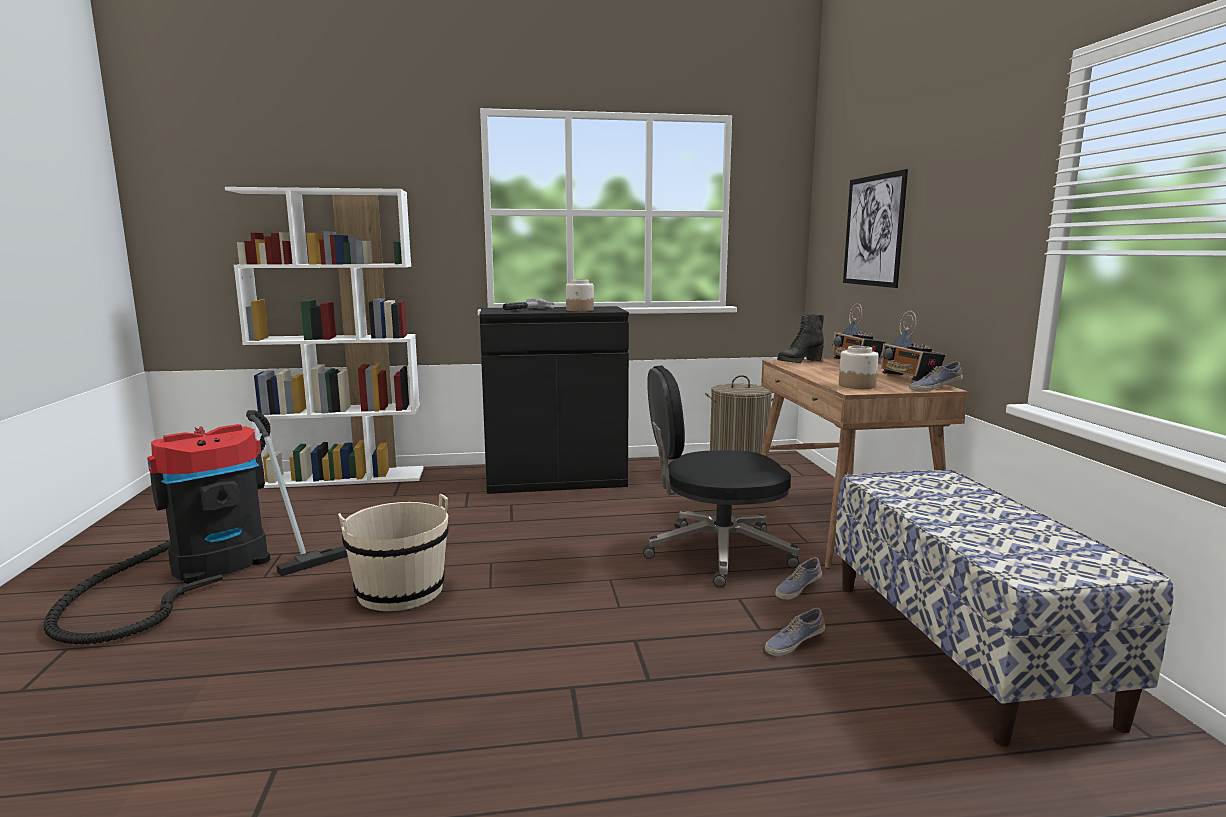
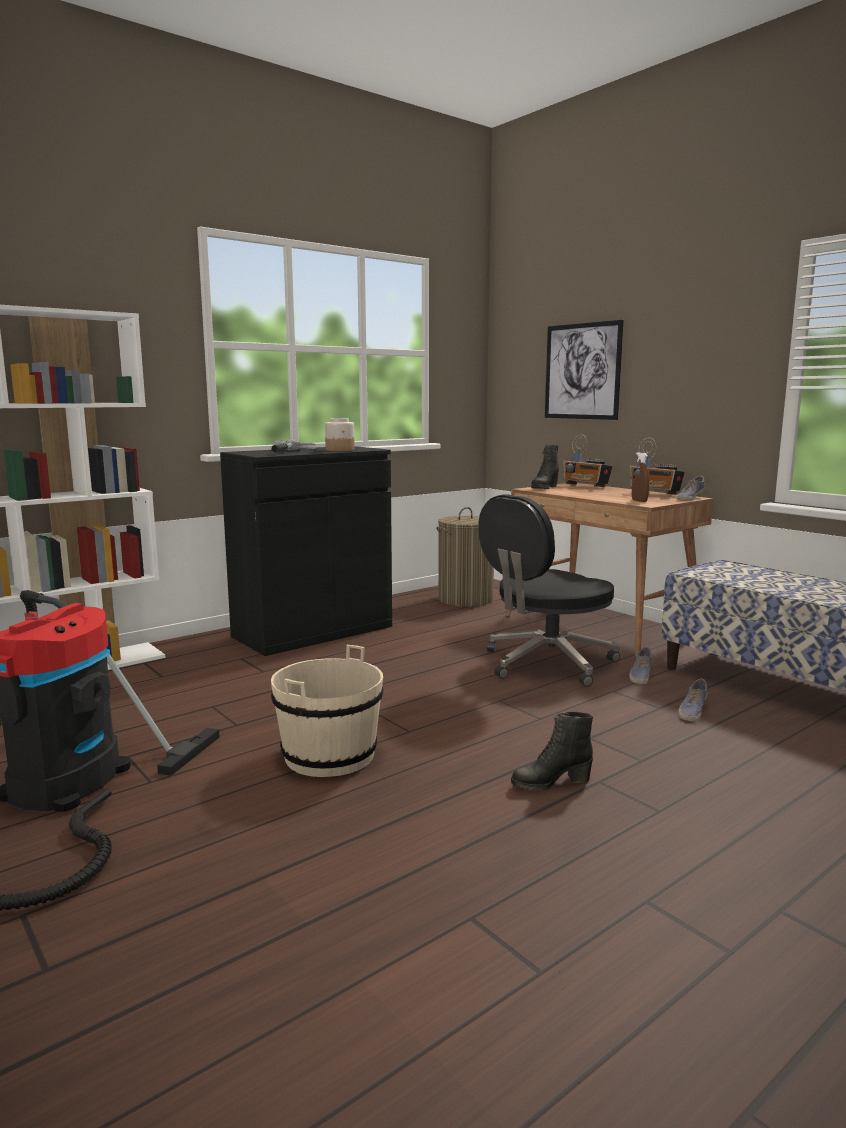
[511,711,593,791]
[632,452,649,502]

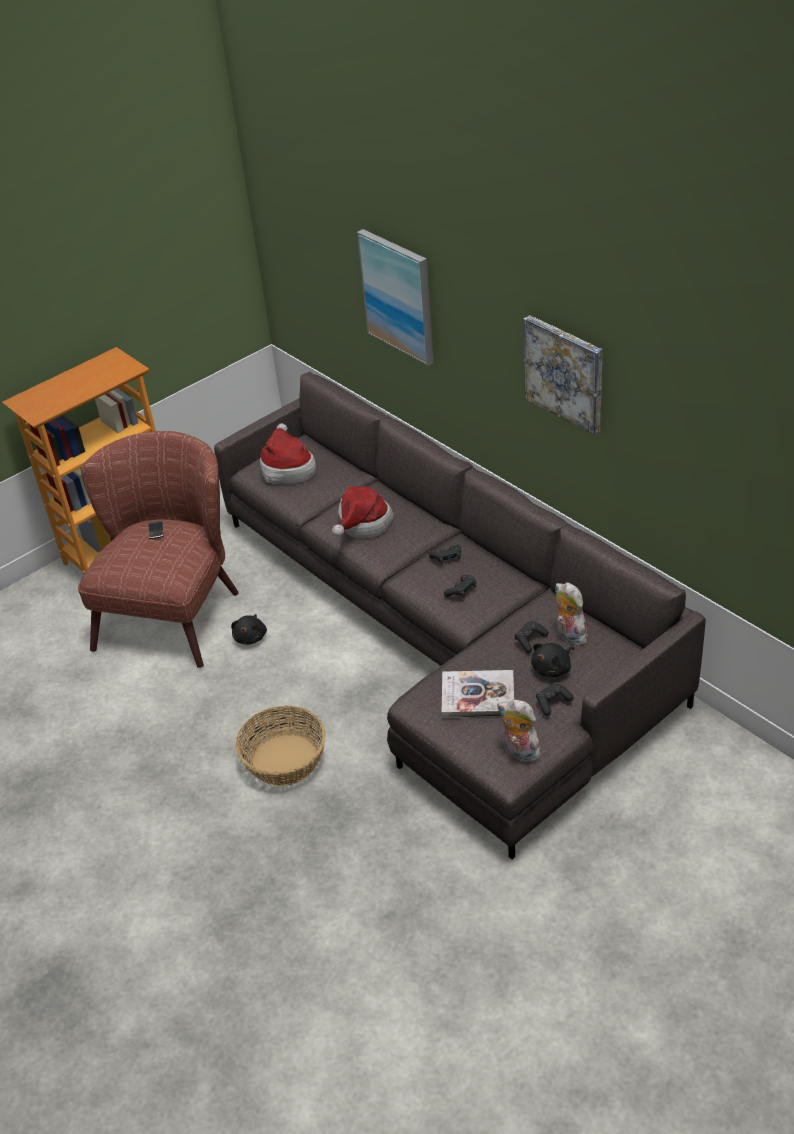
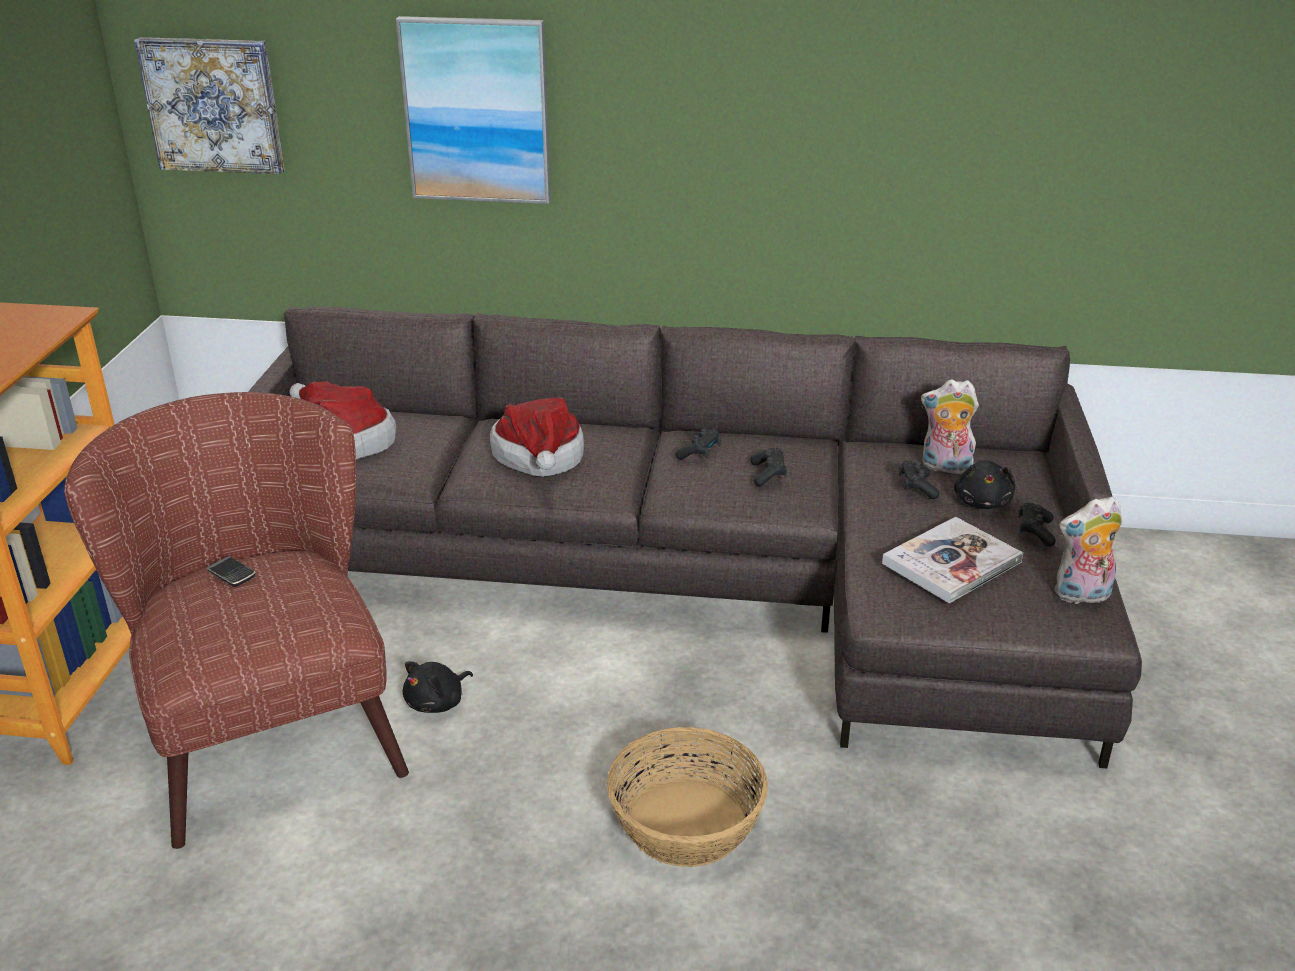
[134,37,285,174]
[403,661,473,713]

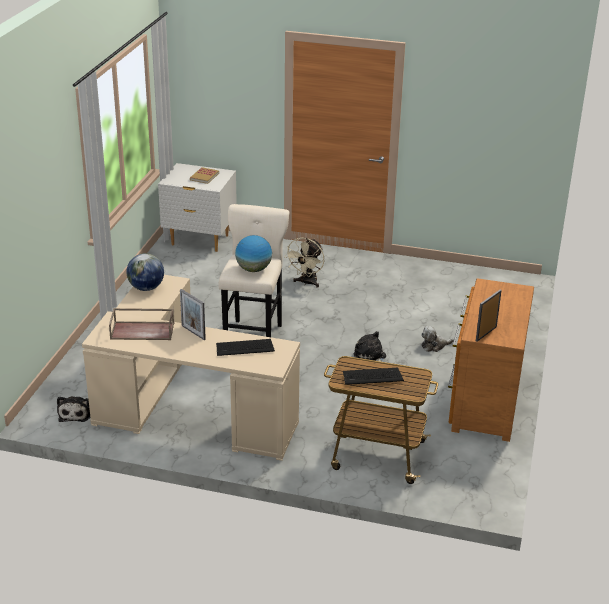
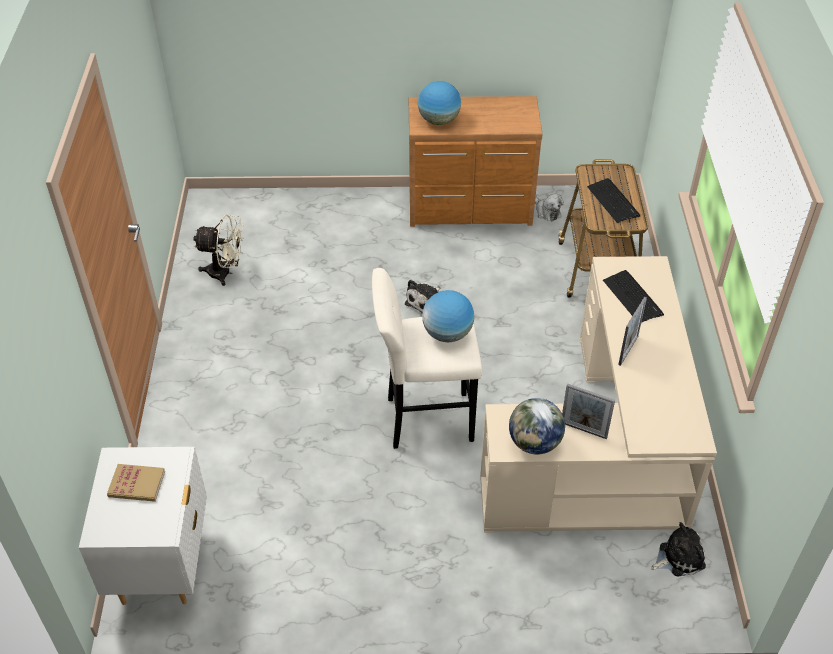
[193,215,244,286]
[418,81,461,125]
[535,194,564,221]
[562,384,615,439]
[109,308,174,340] (first image)

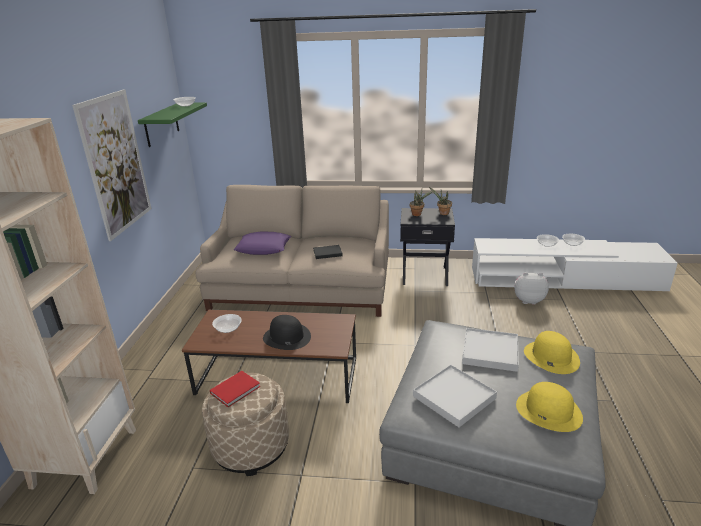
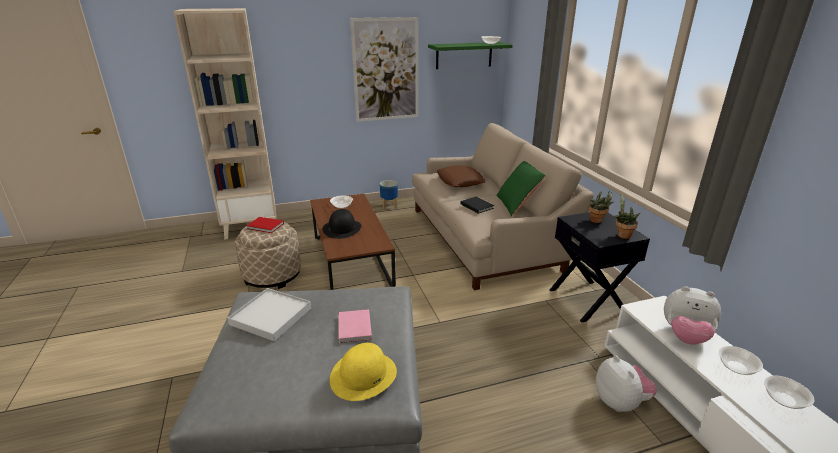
[339,309,372,343]
[380,180,398,209]
[437,165,486,187]
[497,161,546,216]
[664,286,721,345]
[516,382,583,432] (first image)

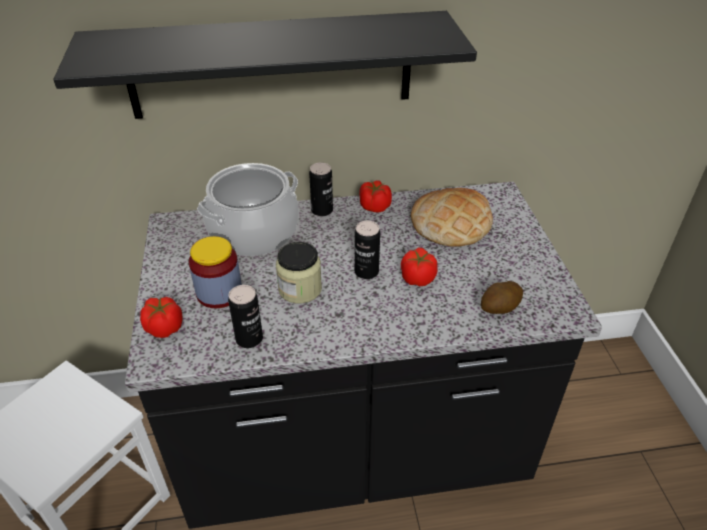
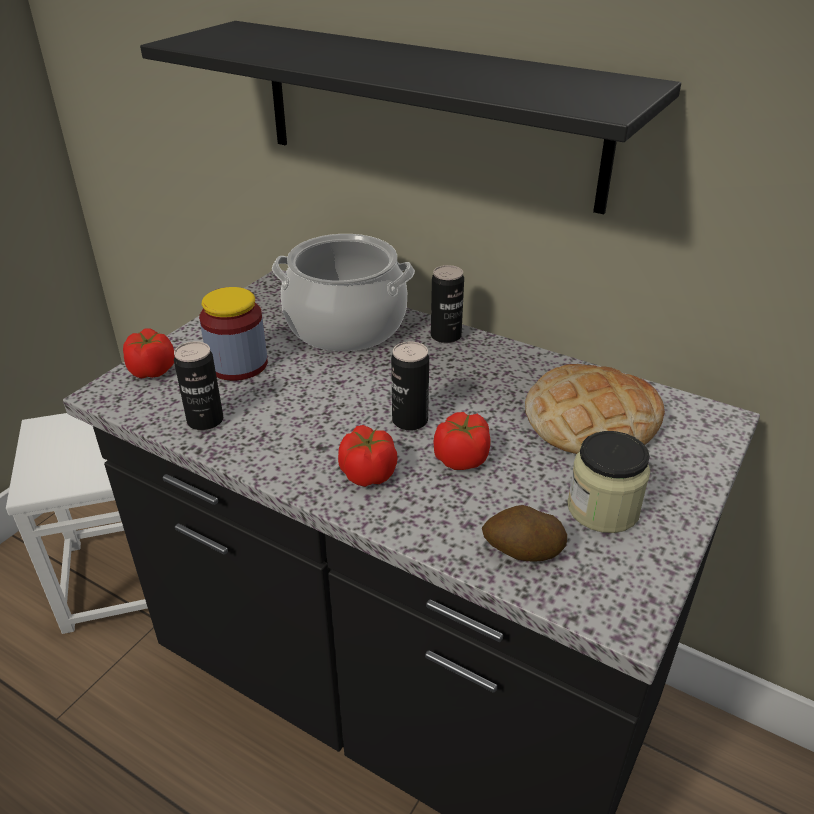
[338,425,397,487]
[567,431,650,533]

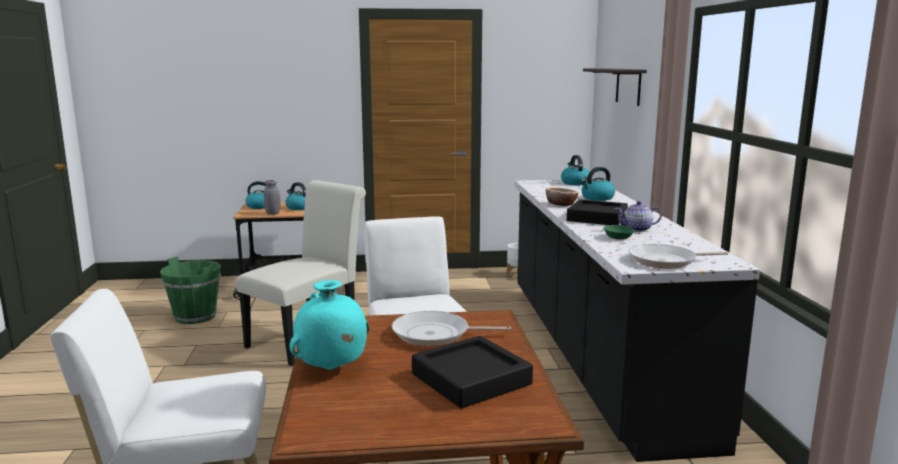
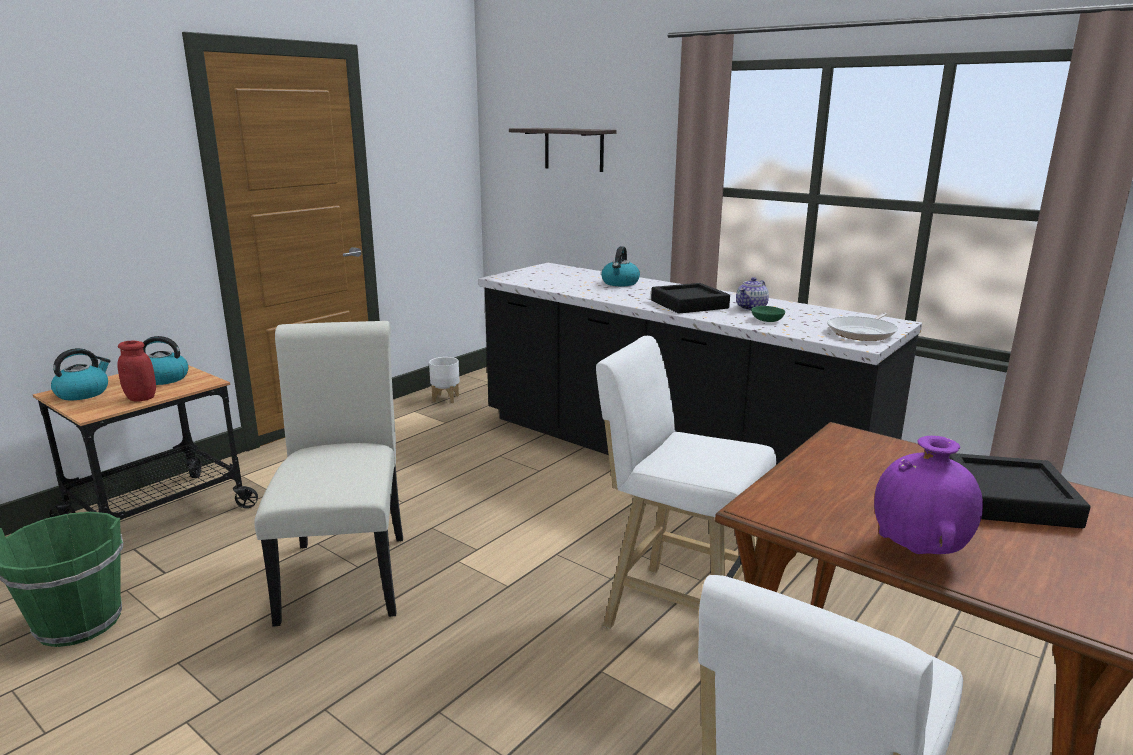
[117,341,156,402]
[874,436,983,554]
[392,311,511,346] (first image)
[546,187,578,206] (first image)
[561,155,589,185] (first image)

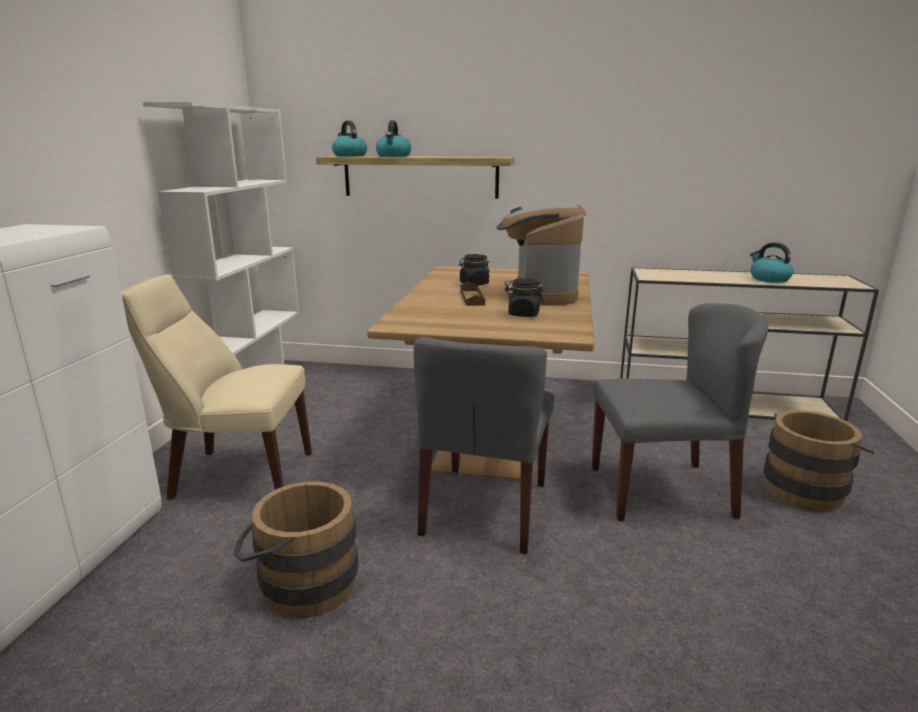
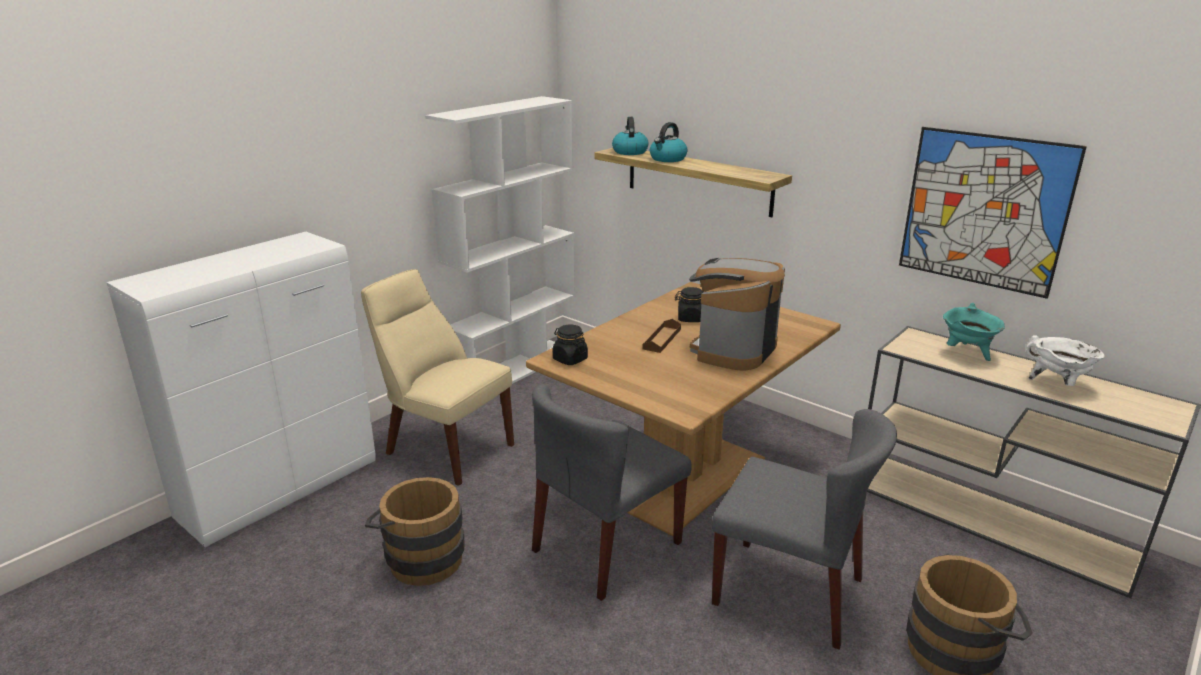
[553,325,588,365]
[899,127,1087,299]
[943,303,1005,361]
[1026,335,1105,386]

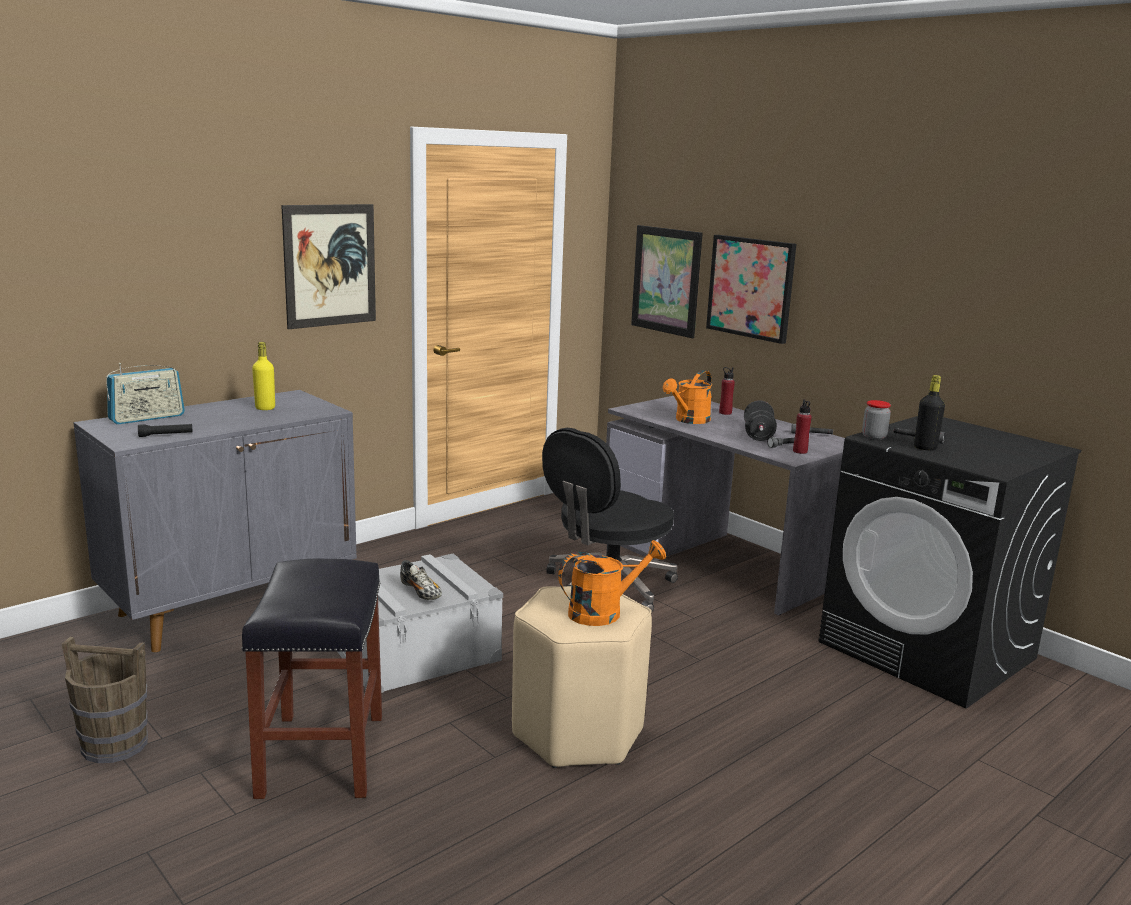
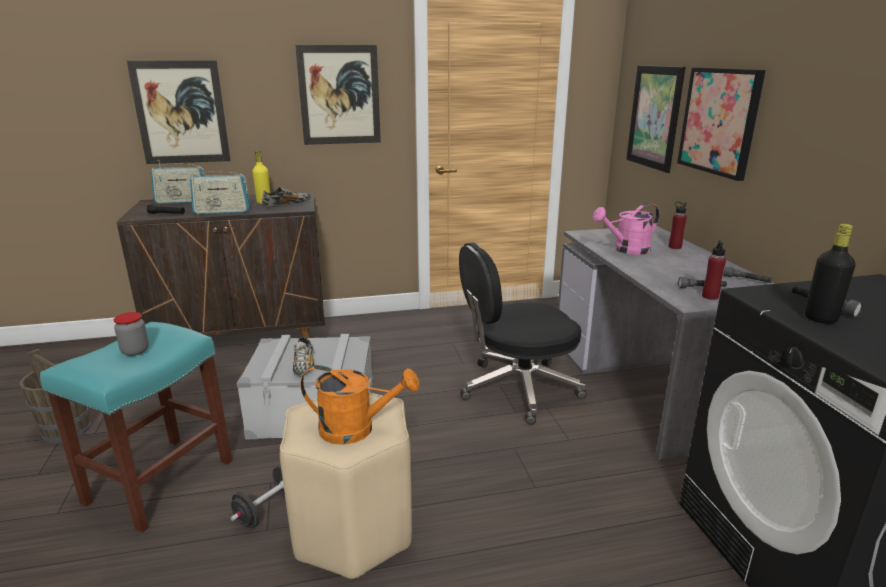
[40,322,232,533]
[114,312,149,356]
[117,192,325,338]
[127,60,231,164]
[190,167,250,215]
[230,466,285,528]
[262,187,311,207]
[593,203,659,255]

